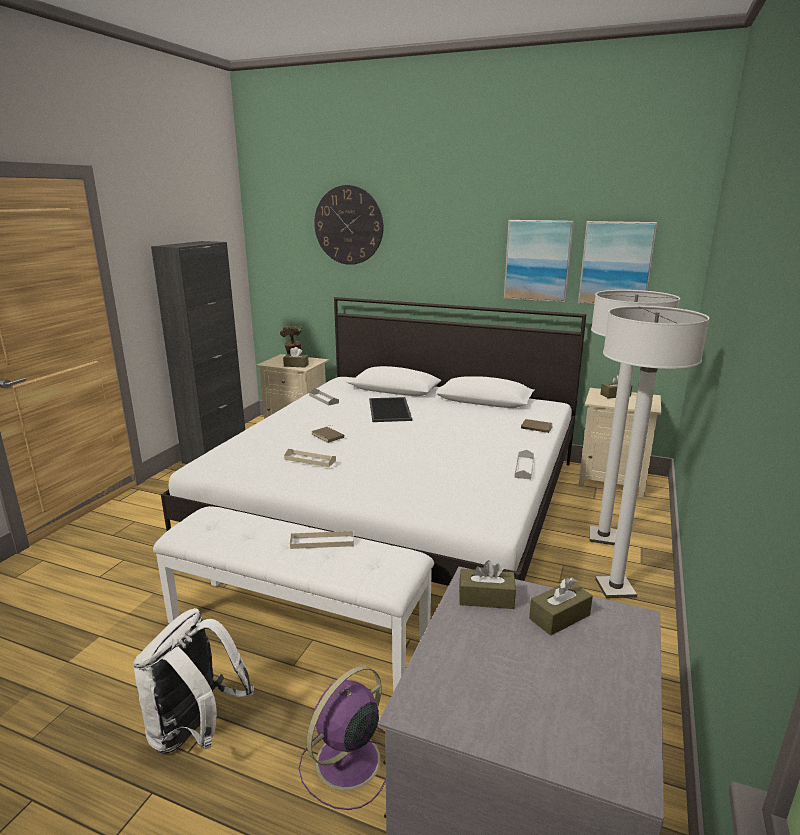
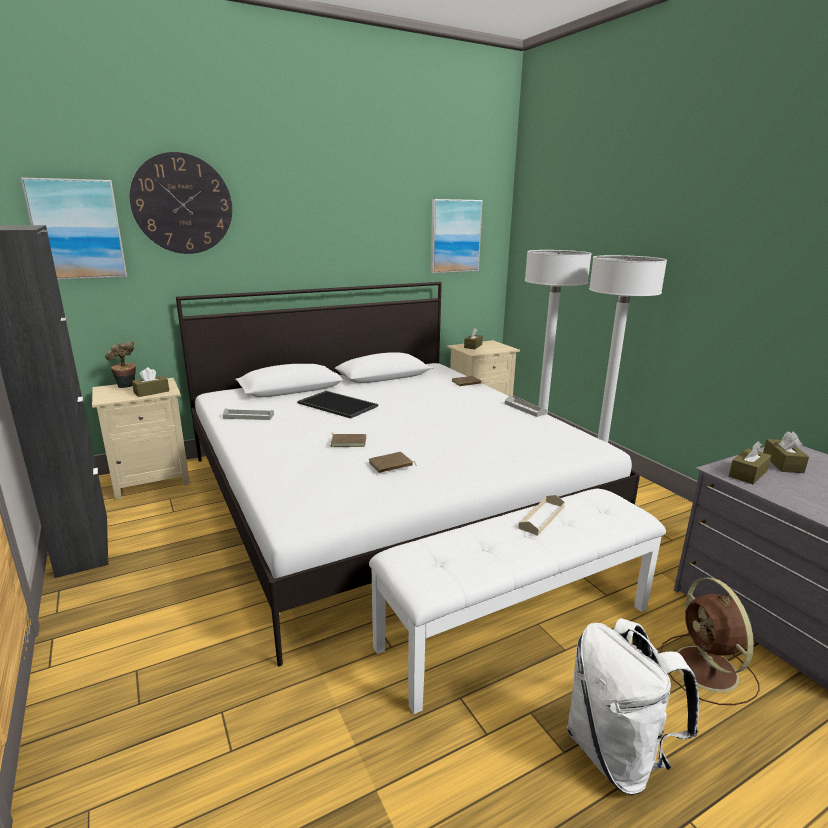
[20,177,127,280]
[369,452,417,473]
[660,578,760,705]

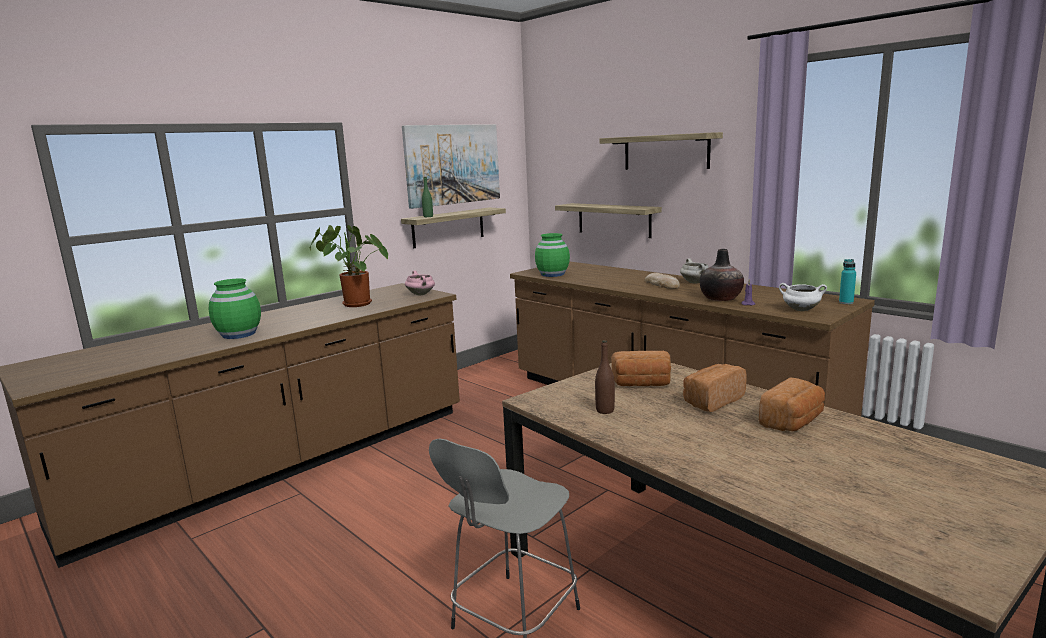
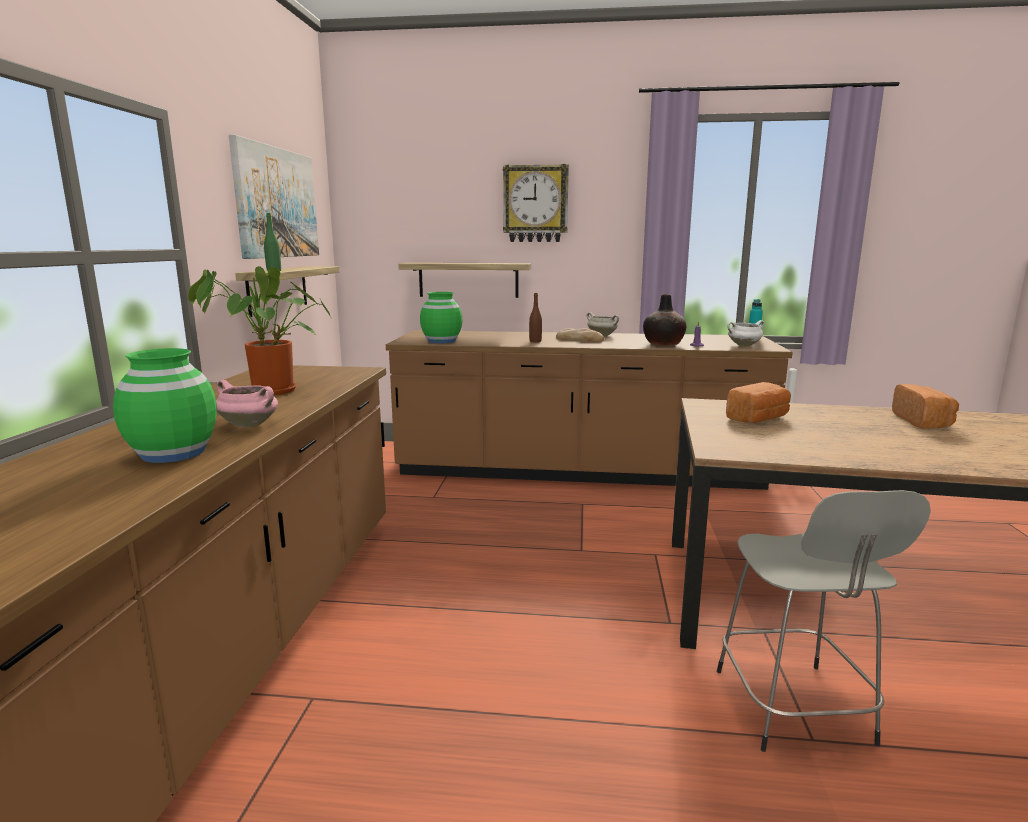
[216,380,278,428]
[503,164,569,242]
[529,293,542,342]
[683,364,747,412] (first image)

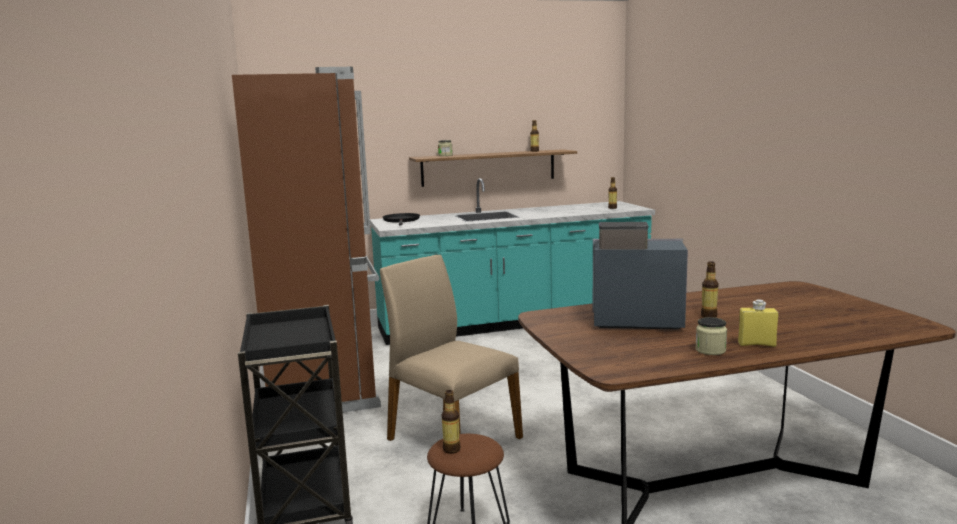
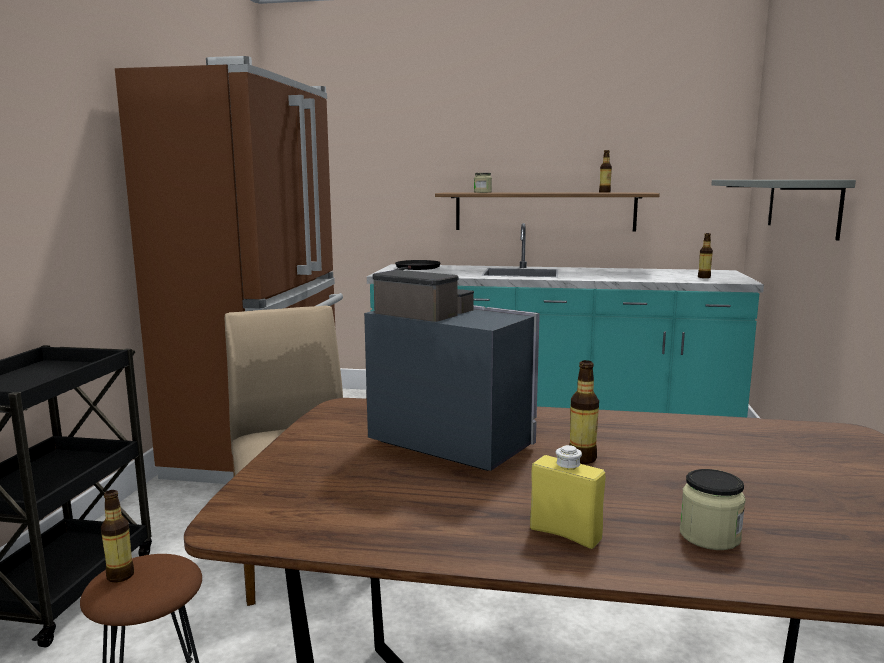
[680,469,746,550]
[711,180,856,240]

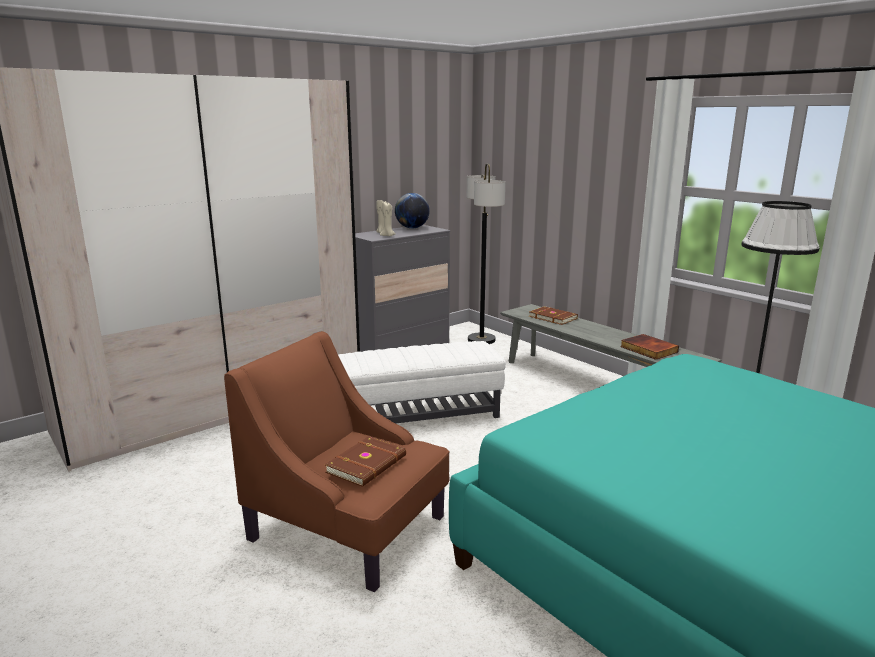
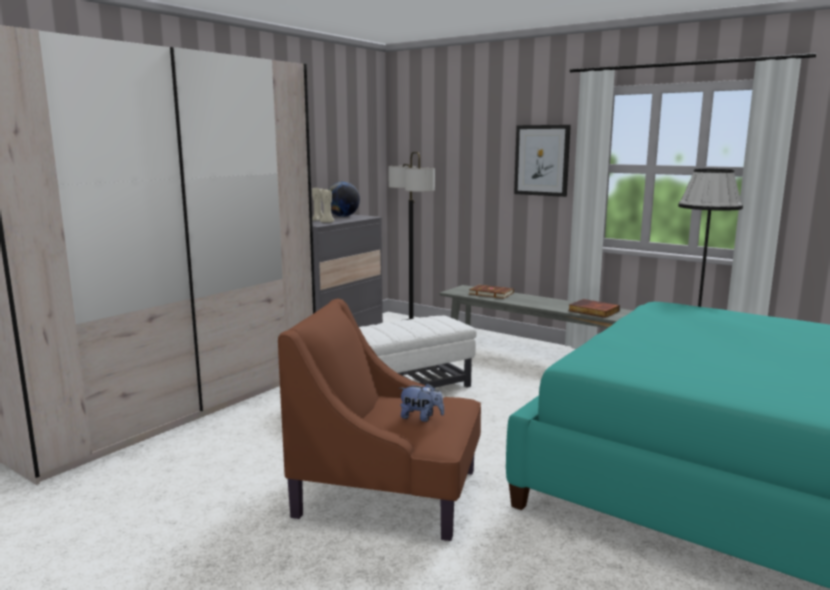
[399,383,444,422]
[514,125,571,197]

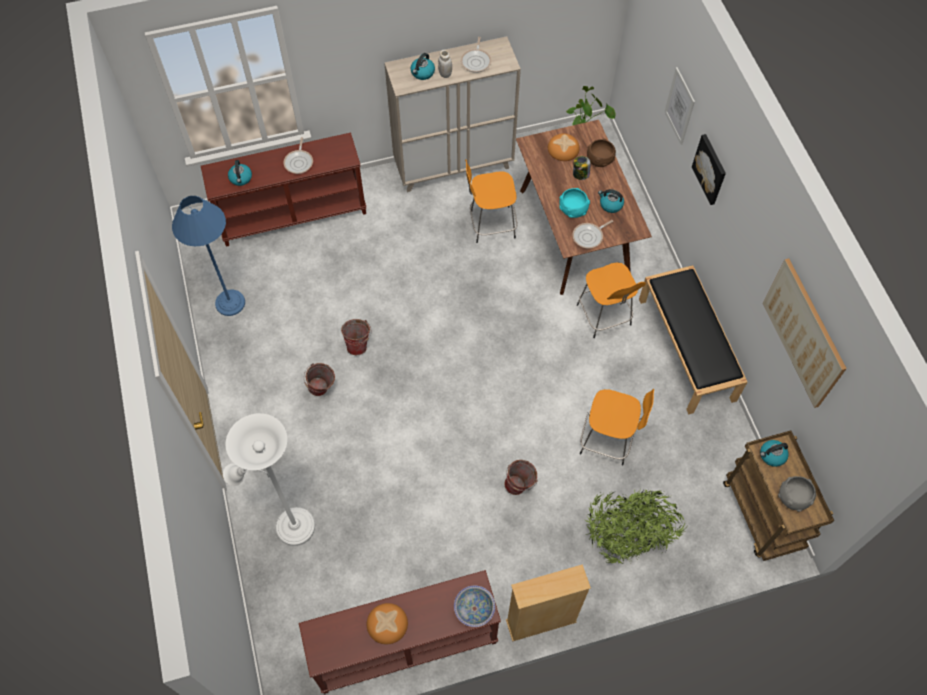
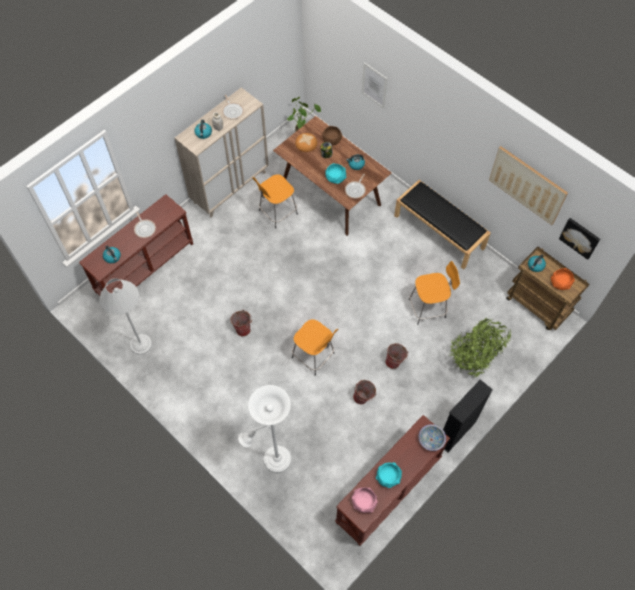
[100,278,152,355]
[292,319,338,376]
[352,487,378,513]
[353,380,376,404]
[376,462,402,488]
[443,380,493,452]
[551,268,575,290]
[559,218,600,260]

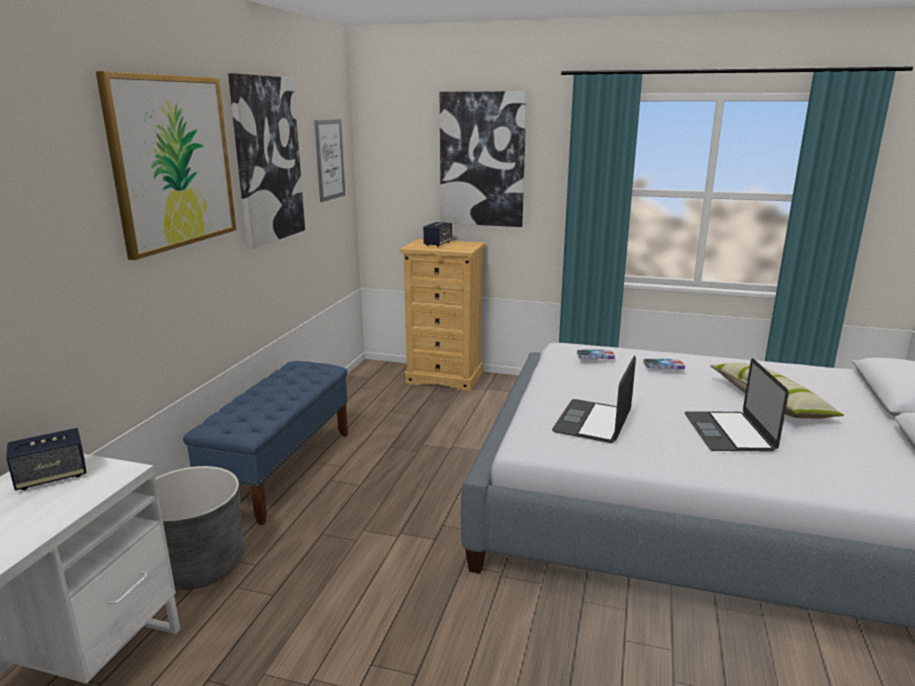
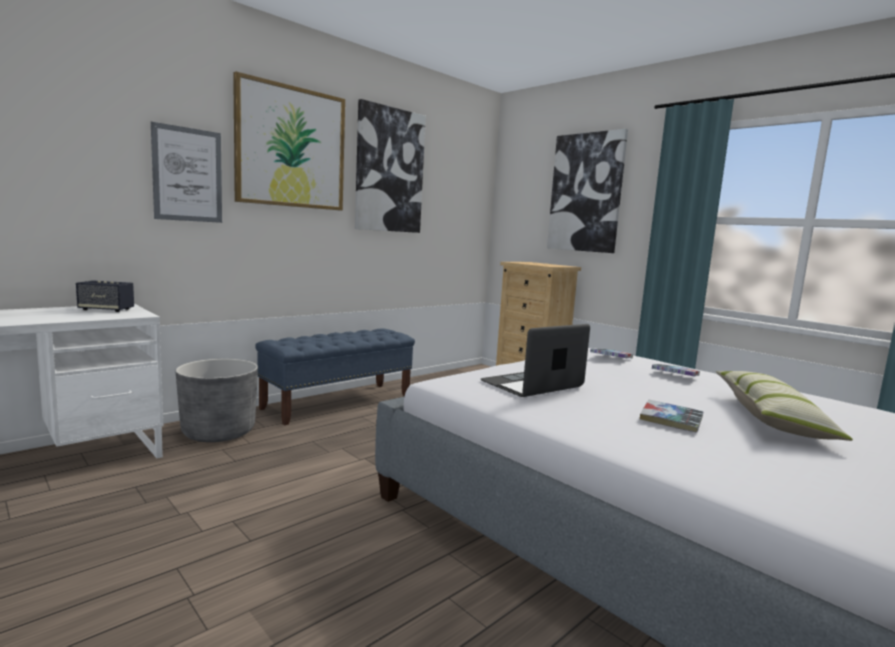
[151,122,222,223]
[640,400,704,432]
[423,222,452,247] (first image)

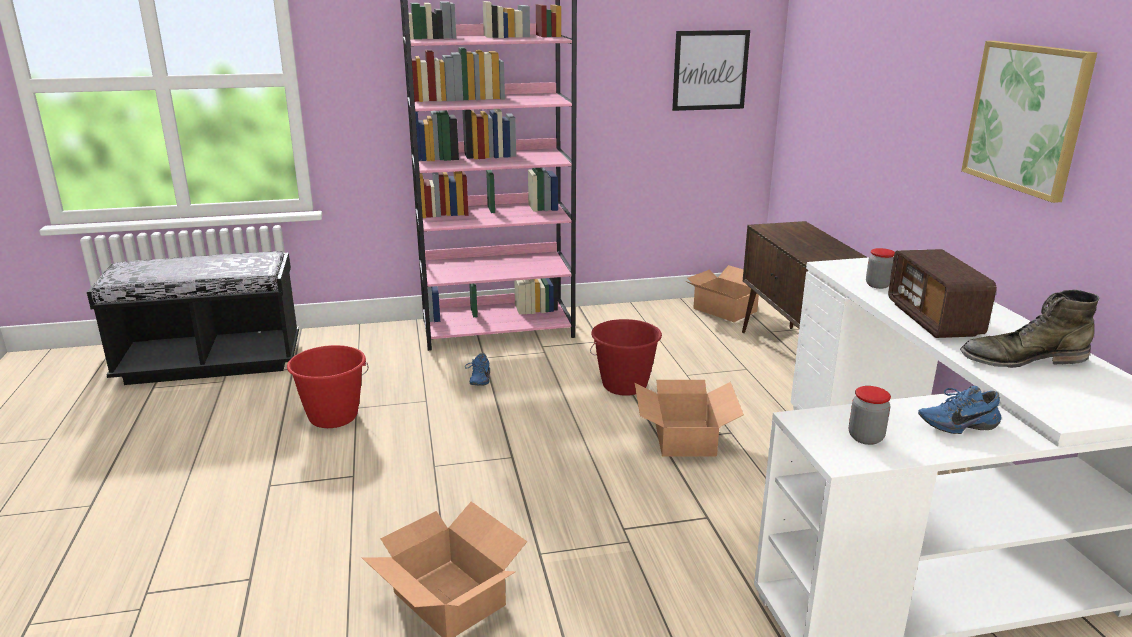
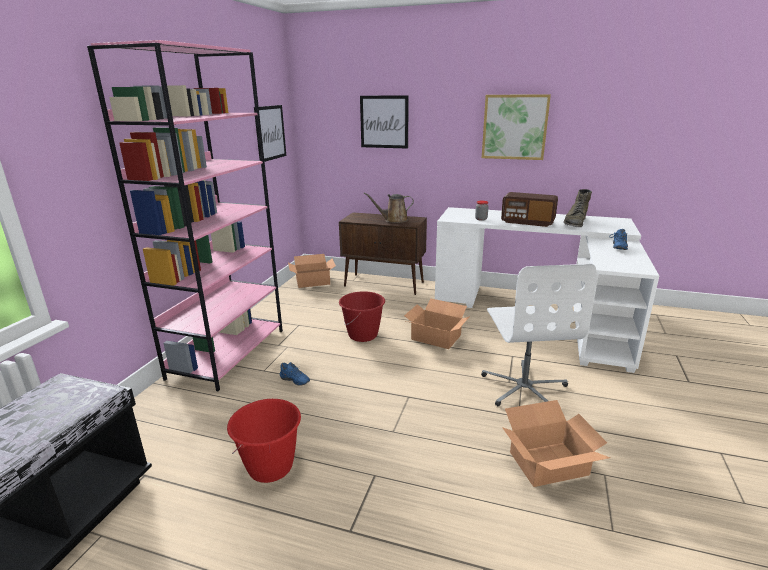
[360,95,409,149]
[364,193,414,223]
[481,264,597,406]
[849,386,891,445] (first image)

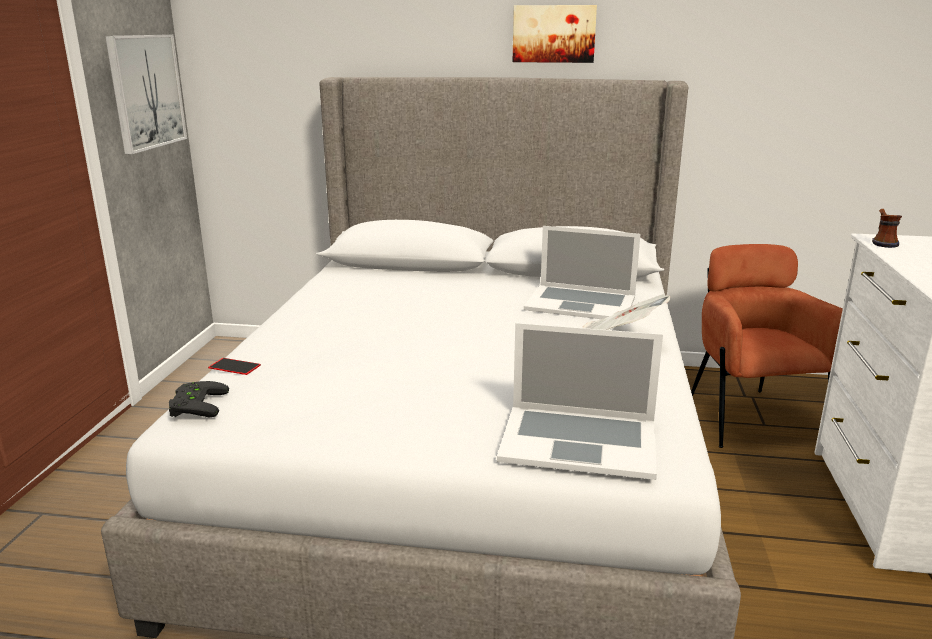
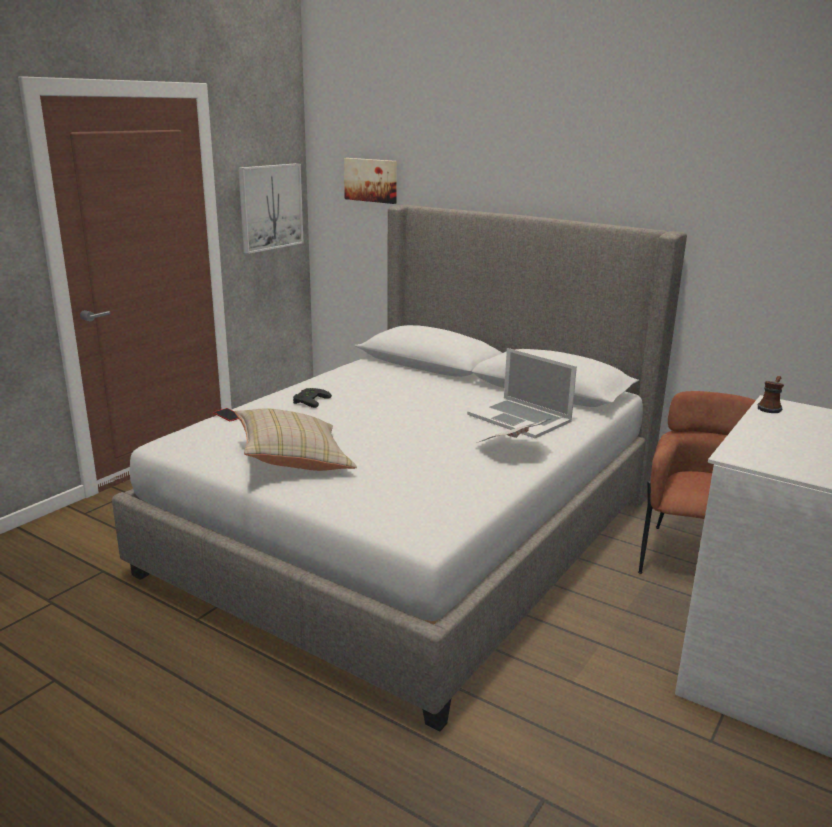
[235,408,357,471]
[293,388,332,408]
[344,158,397,204]
[497,323,663,480] (first image)

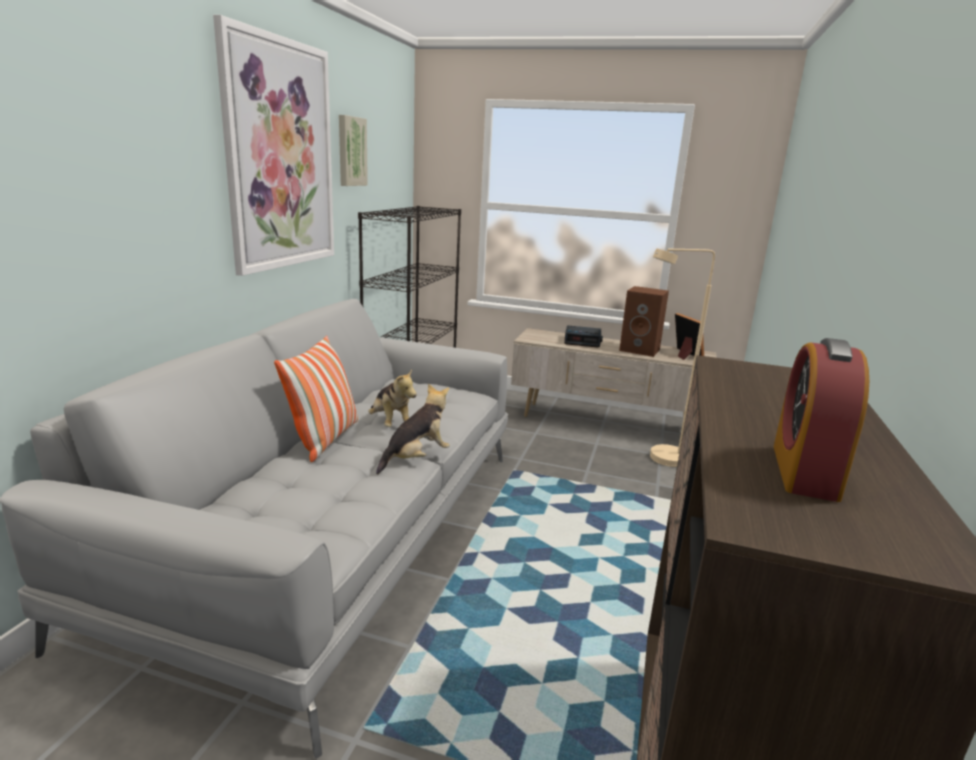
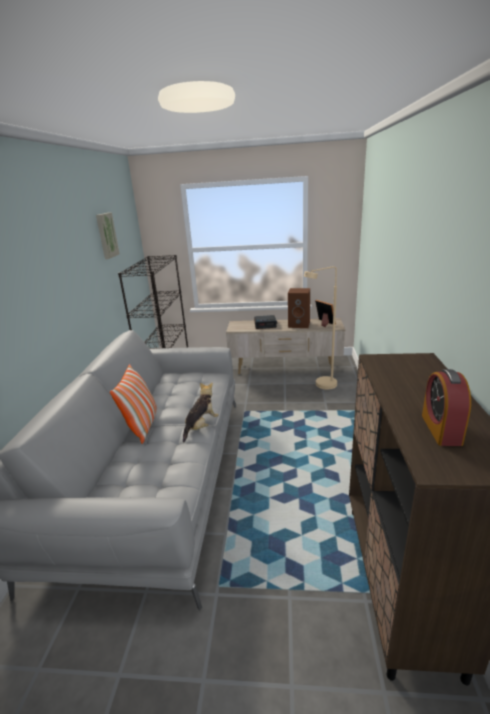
[213,15,334,276] (first image)
[368,369,417,427] (first image)

